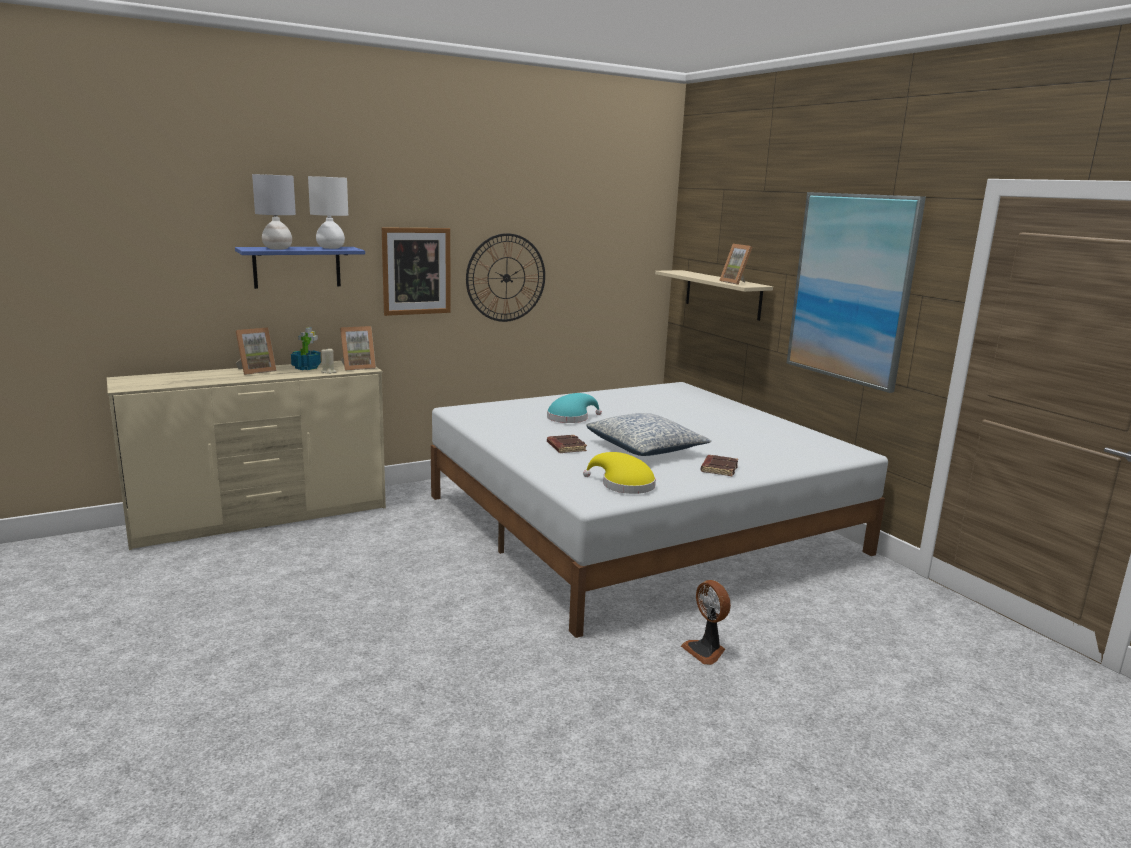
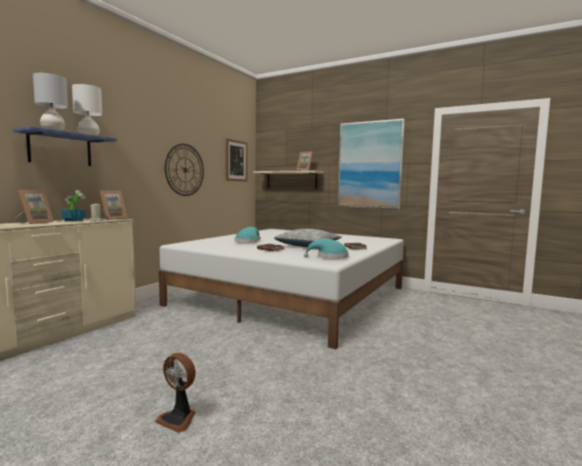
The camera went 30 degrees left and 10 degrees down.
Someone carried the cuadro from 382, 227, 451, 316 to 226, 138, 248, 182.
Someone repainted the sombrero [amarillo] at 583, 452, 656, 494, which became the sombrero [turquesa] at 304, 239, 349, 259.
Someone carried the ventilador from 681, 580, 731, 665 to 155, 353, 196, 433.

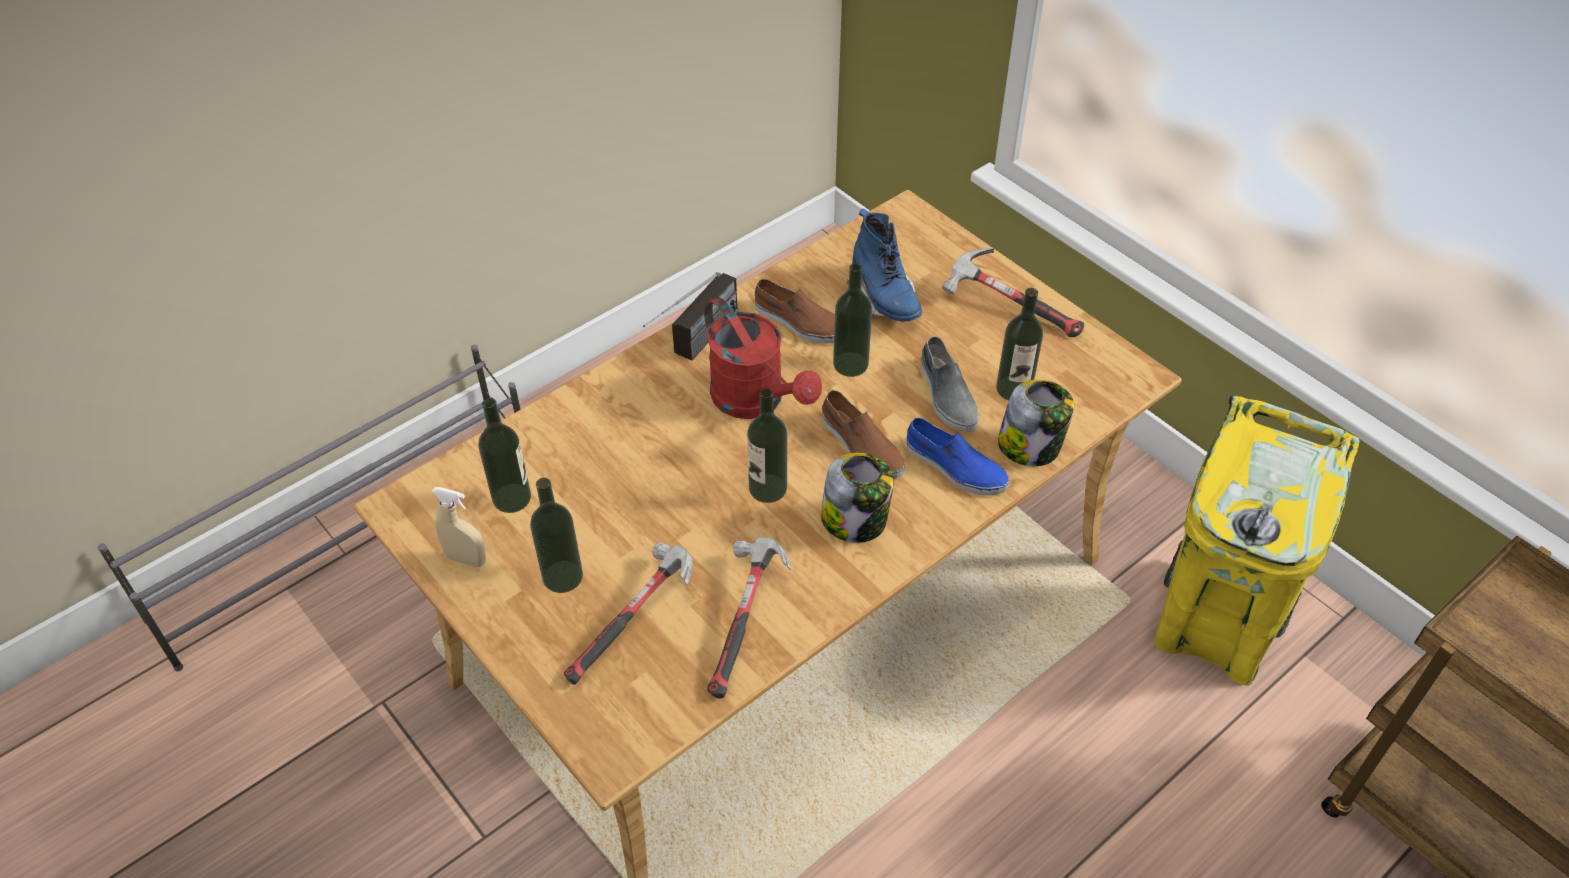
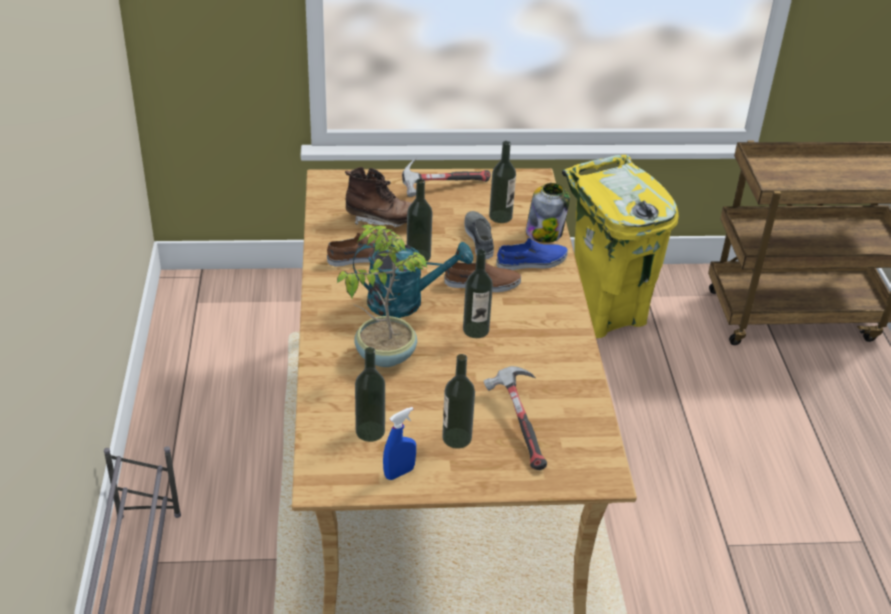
The camera went 55 degrees left and 10 degrees down.
Someone repainted the bota [azul] at 847, 209, 922, 322, which became the bota [marrón] at 345, 167, 412, 228.
Someone took away the radio at 643, 272, 739, 361.
Someone repainted the regadera [rojo] at 704, 297, 822, 419, which became the regadera [turquesa] at 353, 242, 473, 318.
Someone rotated the zapato [gris] at 921, 336, 979, 432 by 120 degrees counterclockwise.
Someone took away the tarro at 821, 453, 894, 543.
Someone repainted the pulverizador [beis] at 432, 487, 486, 567, which became the pulverizador [azul] at 383, 407, 416, 480.
Someone took away the martillo at 707, 537, 791, 699.
Someone put down the planta en maceta at 337, 225, 427, 367.

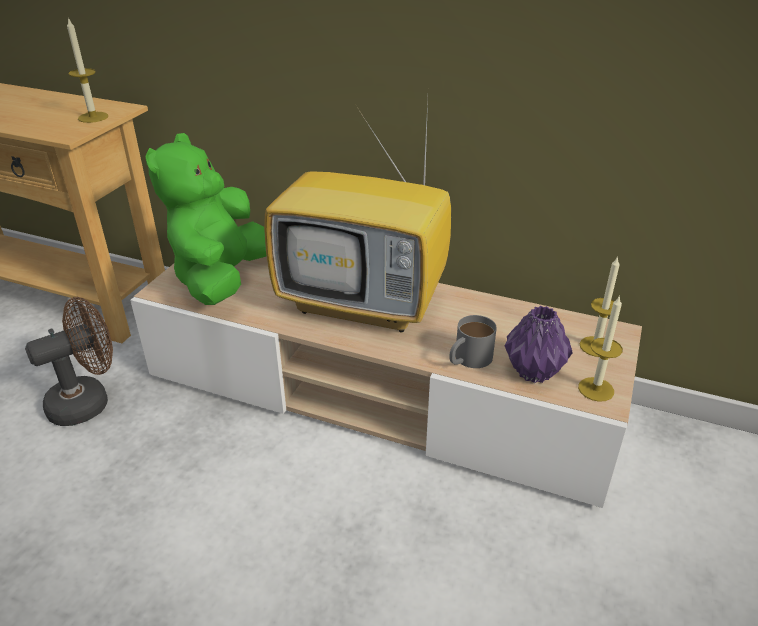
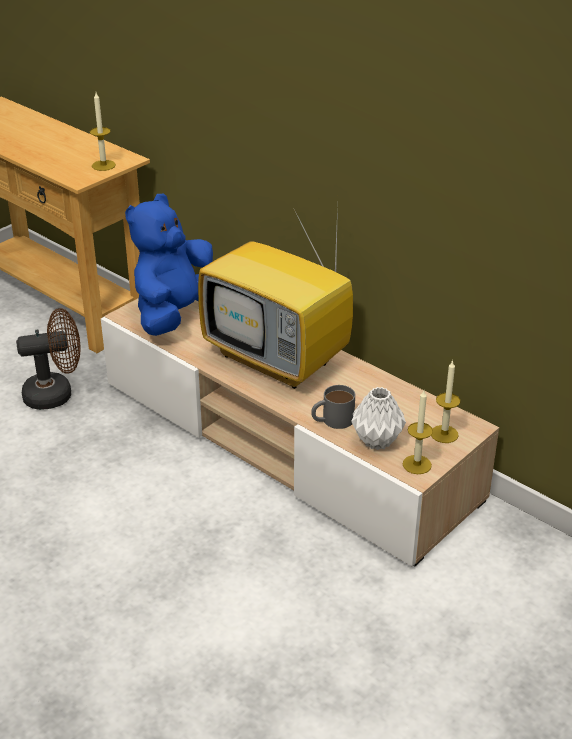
The camera went 20 degrees right and 0 degrees up.
Someone repainted the peluche [verde] at 145, 133, 267, 305, which became the peluche [azul] at 125, 194, 213, 336.
Someone repainted the florero [morado] at 505, 306, 573, 383, which became the florero [blanco] at 351, 387, 406, 450.

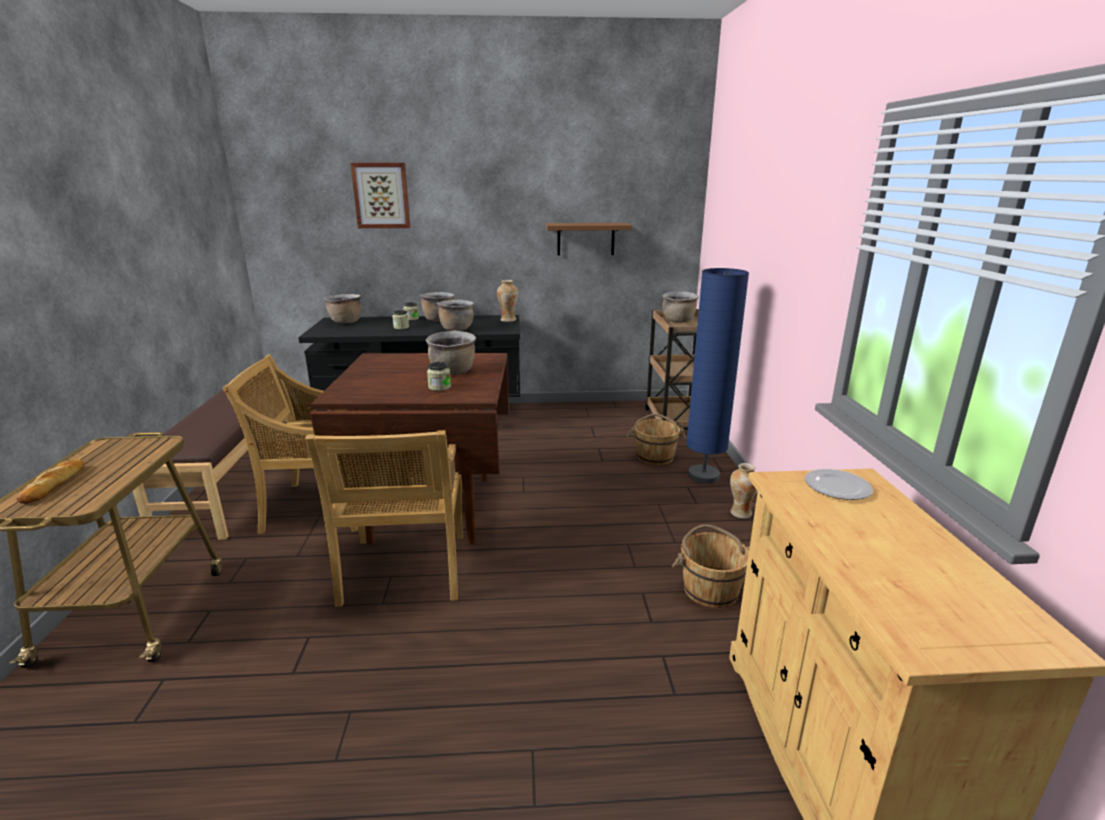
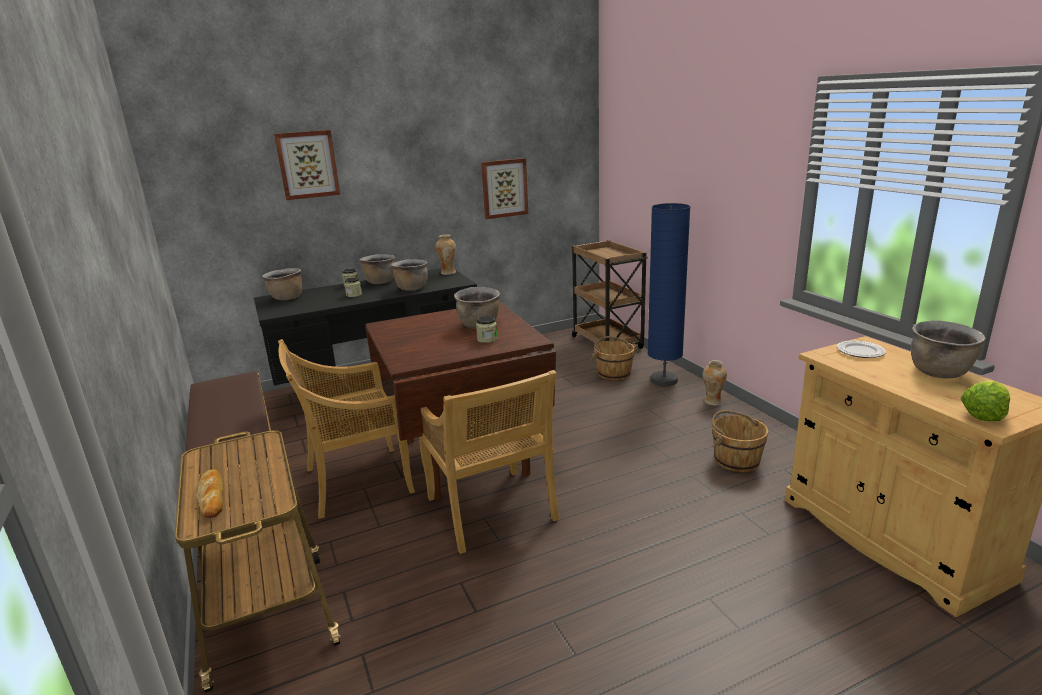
The camera went 20 degrees left and 0 degrees up.
Someone swapped the estante [marrón] at 546, 223, 632, 256 for the cuadro at 481, 158, 528, 219.
Someone carried the olla [marrón] from 662, 292, 699, 323 to 911, 320, 985, 379.
Someone put down the lechuga at 960, 381, 1010, 421.

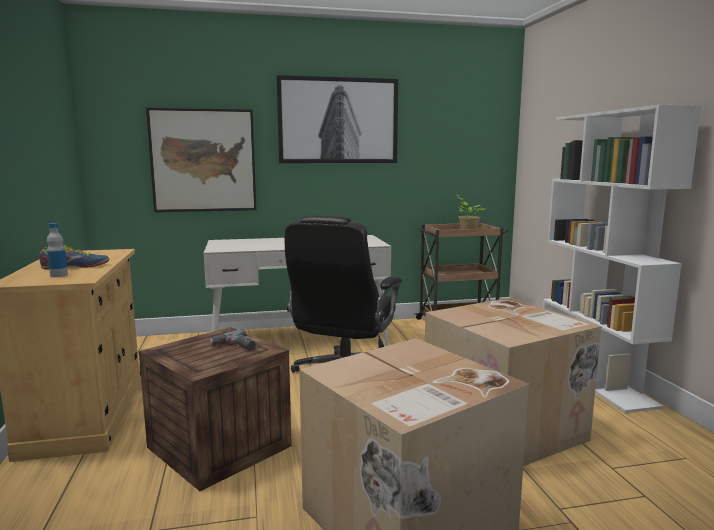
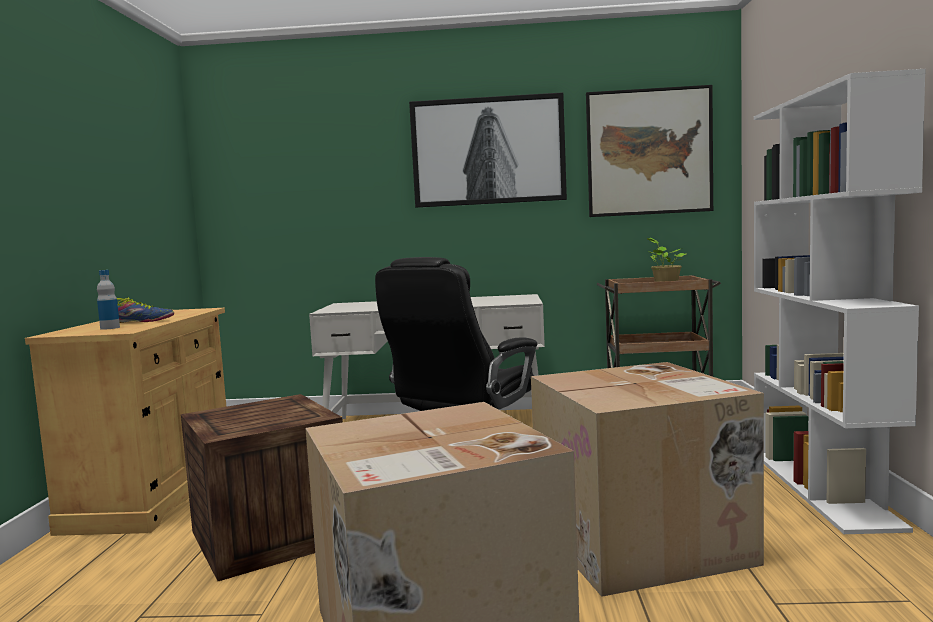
The camera went 15 degrees right and 5 degrees down.
Someone carried the cuadro from 146, 108, 256, 212 to 586, 85, 713, 217.
Someone took away the taladro at 209, 329, 256, 350.

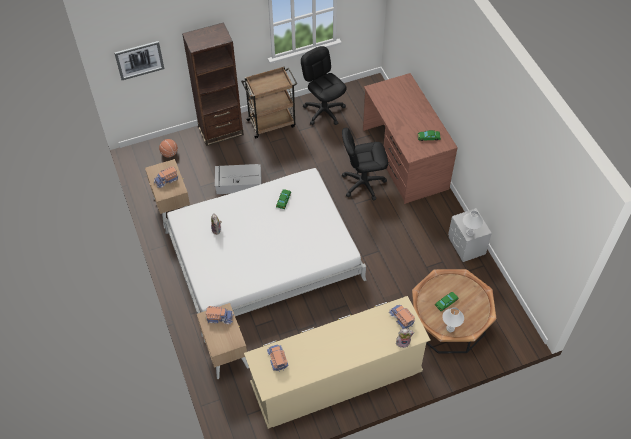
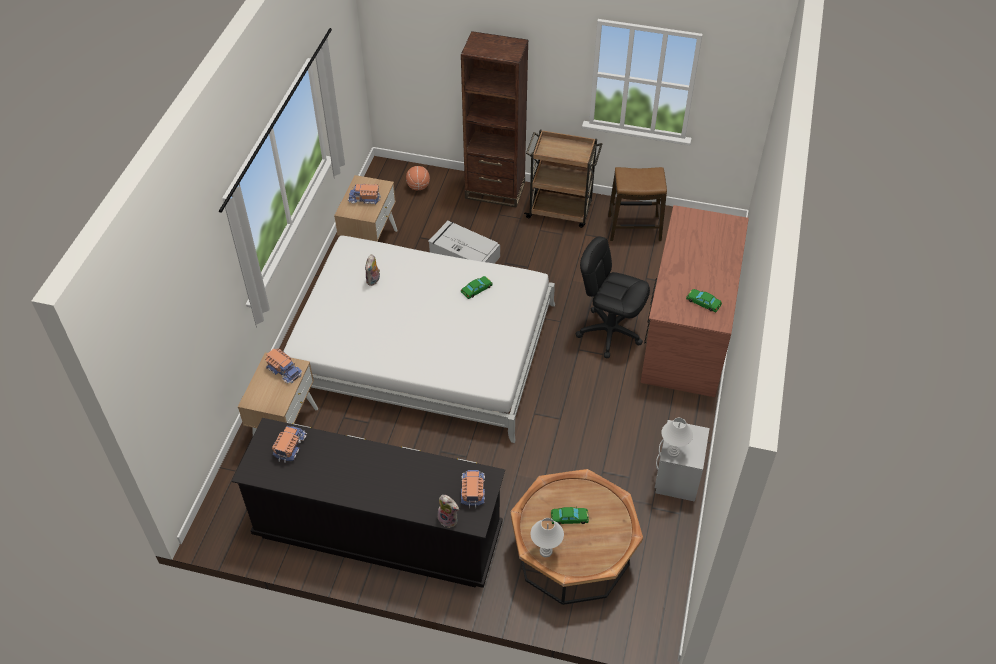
The camera went 35 degrees right and 5 degrees down.
Someone took away the cuadro at 114, 41, 164, 80.
Someone swapped the silla de oficina [negro] at 301, 46, 347, 125 for the taburete at 608, 167, 667, 241.
Someone repainted the cómoda [beis] at 244, 296, 430, 429, which became the cómoda [negro] at 232, 418, 505, 588.

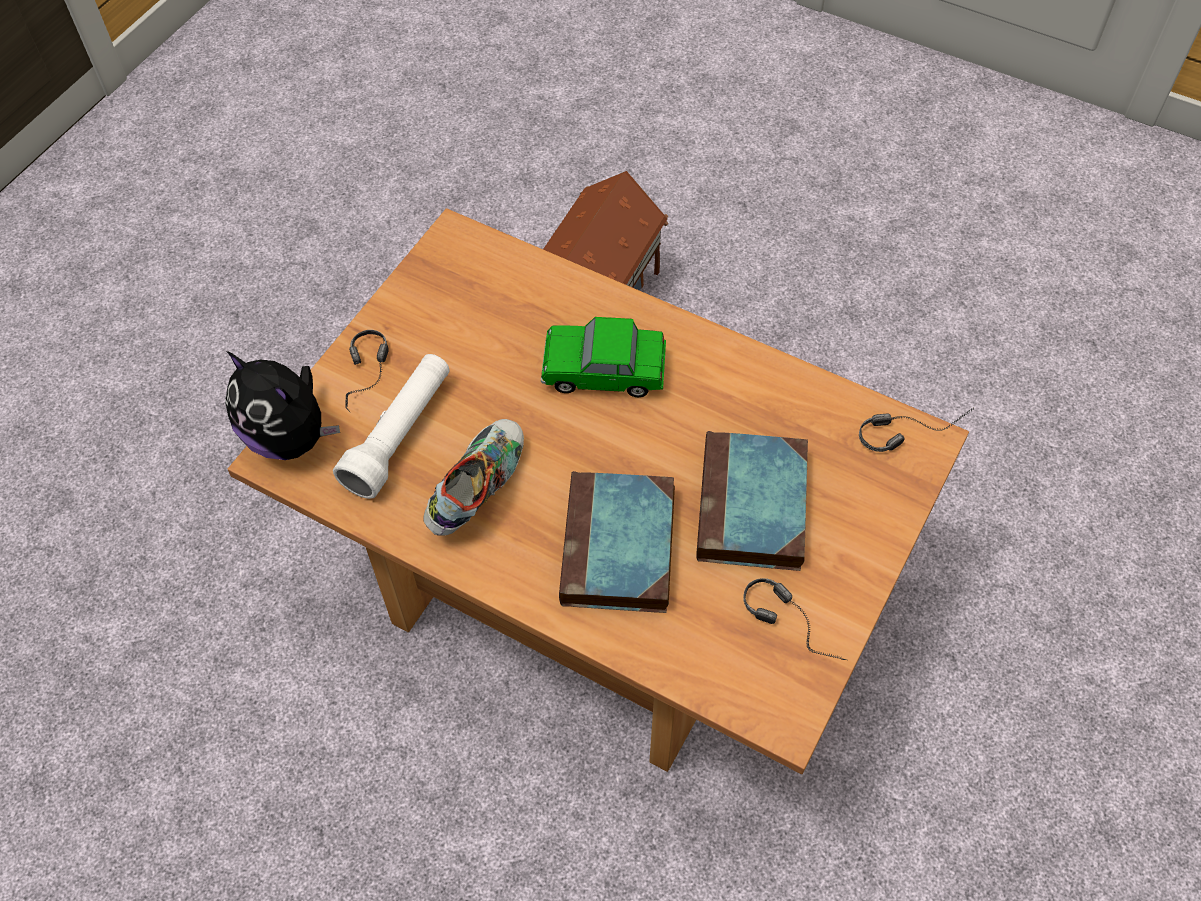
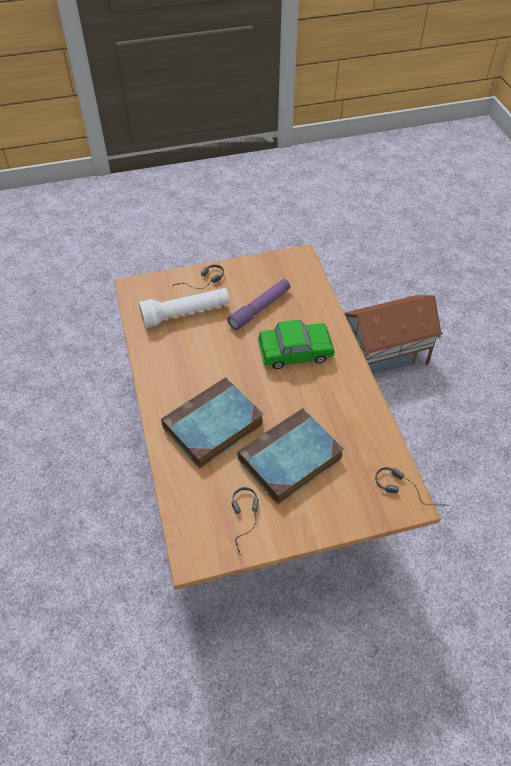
The camera went 45 degrees right and 5 degrees down.
Someone rotated the coche de juguete at 541, 317, 666, 397 by 120 degrees clockwise.
Someone took away the peluche at 225, 351, 340, 460.
Someone took away the zapato at 423, 419, 524, 535.
Someone put down the linterna [morado] at 227, 279, 291, 331.

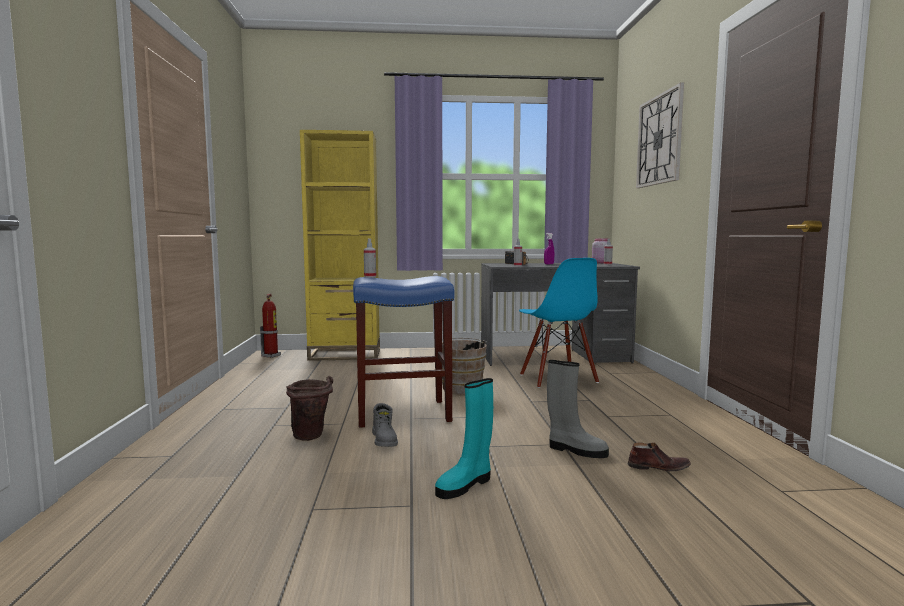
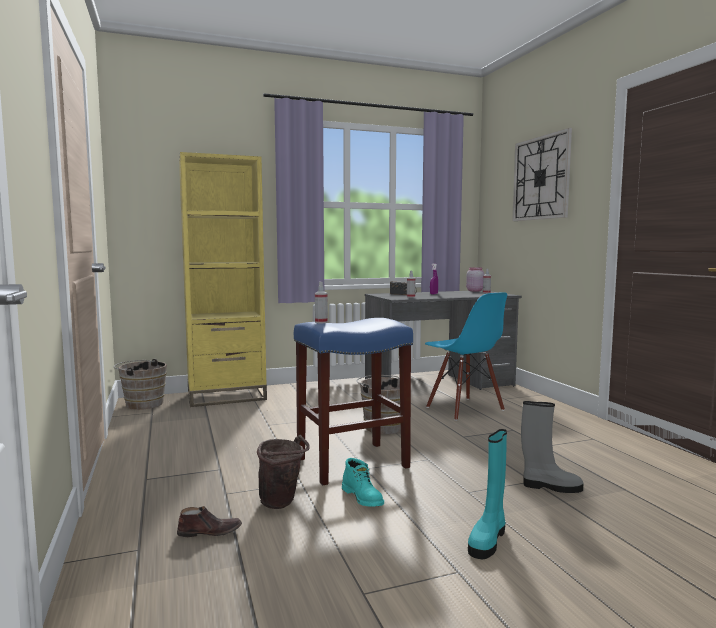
The camera went 15 degrees left and 0 degrees up.
Someone swapped the extintor at 260, 293, 281, 358 for the cubo [marrón] at 113, 359, 167, 410.
Someone repainted the bota [gris] at 372, 403, 398, 447, which became the bota [turquesa] at 342, 458, 384, 507.
Someone carried the zapato [marrón] from 628, 442, 691, 471 to 177, 506, 242, 537.

